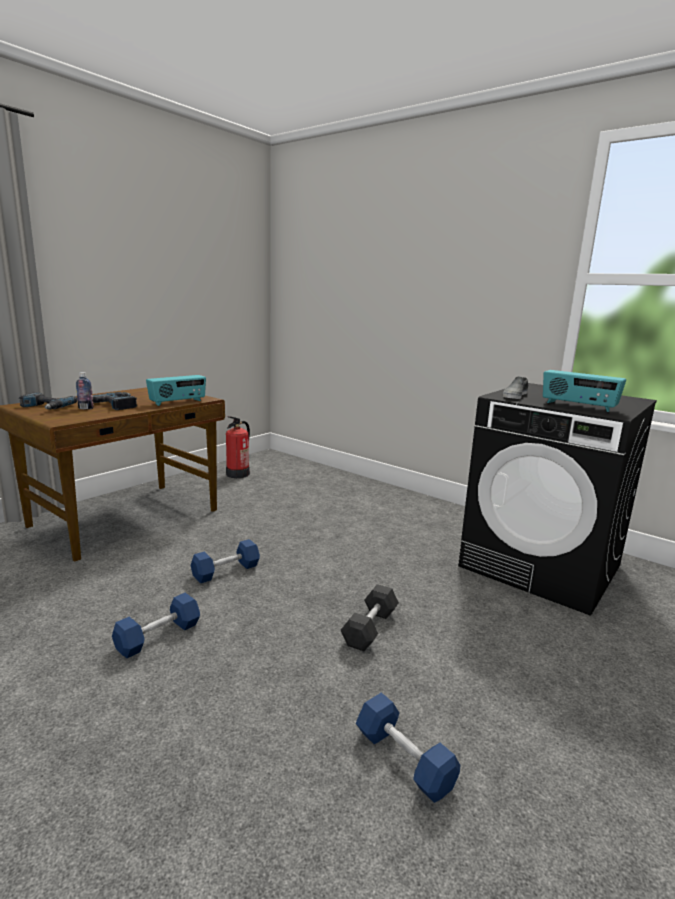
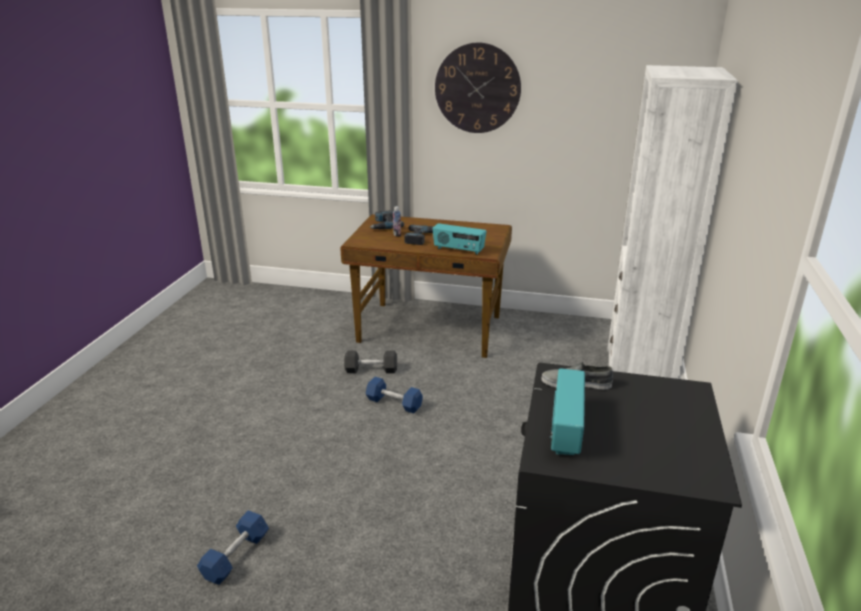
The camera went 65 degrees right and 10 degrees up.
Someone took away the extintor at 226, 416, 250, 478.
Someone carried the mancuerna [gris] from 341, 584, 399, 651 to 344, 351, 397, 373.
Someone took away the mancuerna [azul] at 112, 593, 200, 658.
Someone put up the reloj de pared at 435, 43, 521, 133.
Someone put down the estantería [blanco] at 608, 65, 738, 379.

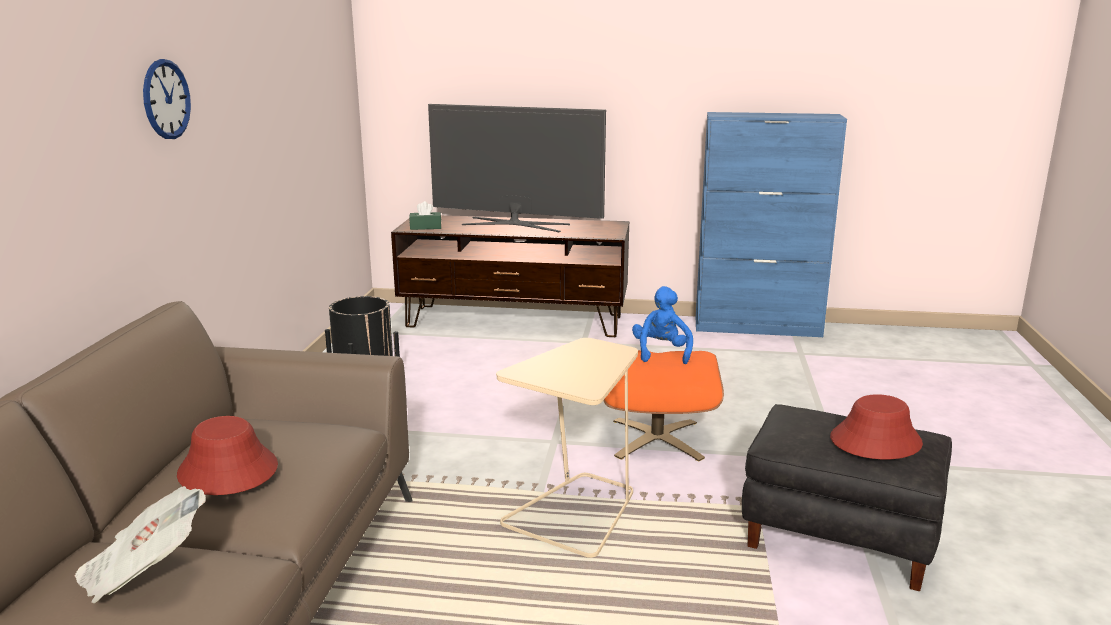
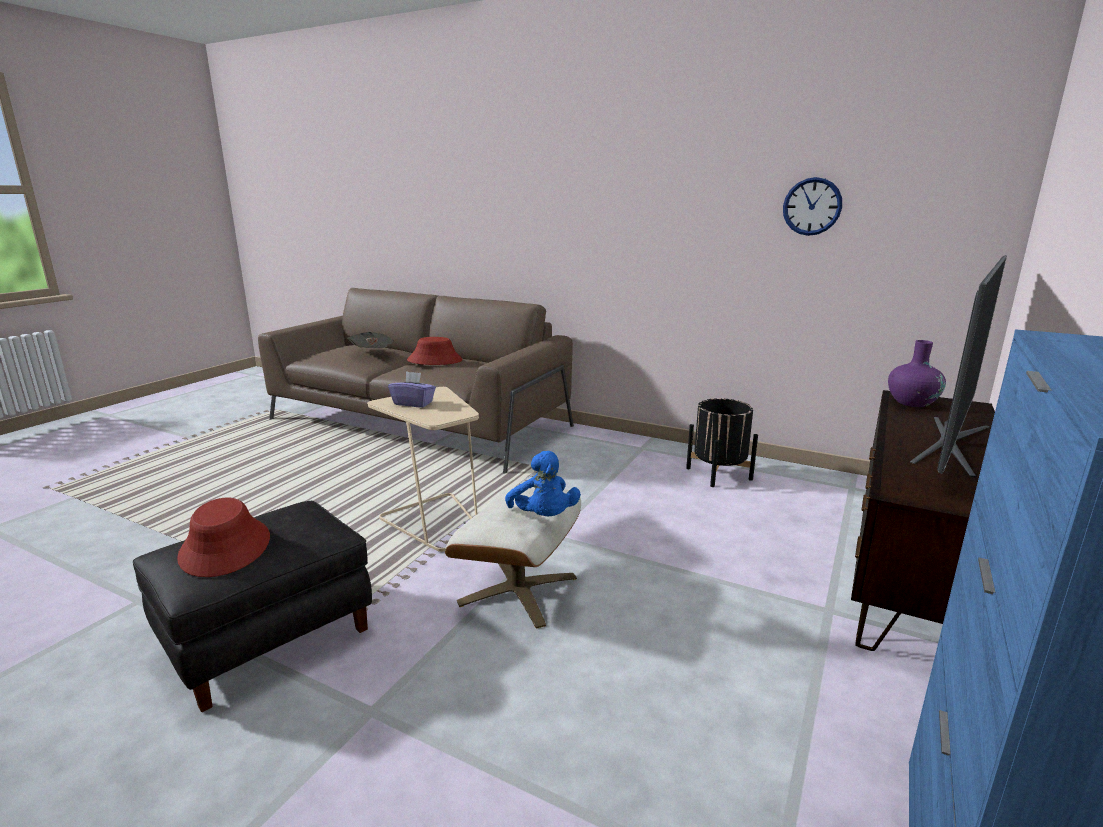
The camera went 110 degrees right and 0 degrees up.
Someone carried the reloj de pared from 143, 59, 191, 139 to 783, 177, 842, 236.
Someone swapped the caja de pañuelos [verde] at 409, 201, 441, 230 for the florero [morado] at 888, 340, 946, 407.
Someone rotated the peluche [azul] at 632, 286, 693, 364 by 45 degrees clockwise.
Someone repainted the puf [naranja] at 603, 350, 724, 461, which became the puf [beis] at 445, 487, 581, 629.
Someone put down the caja de pañuelos [morado] at 388, 371, 436, 408.

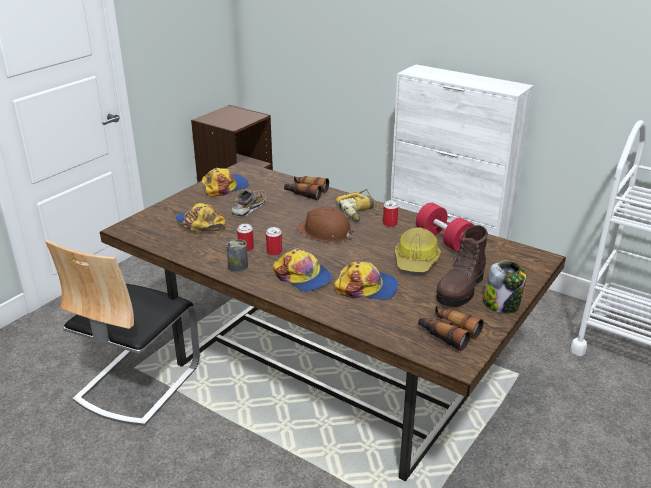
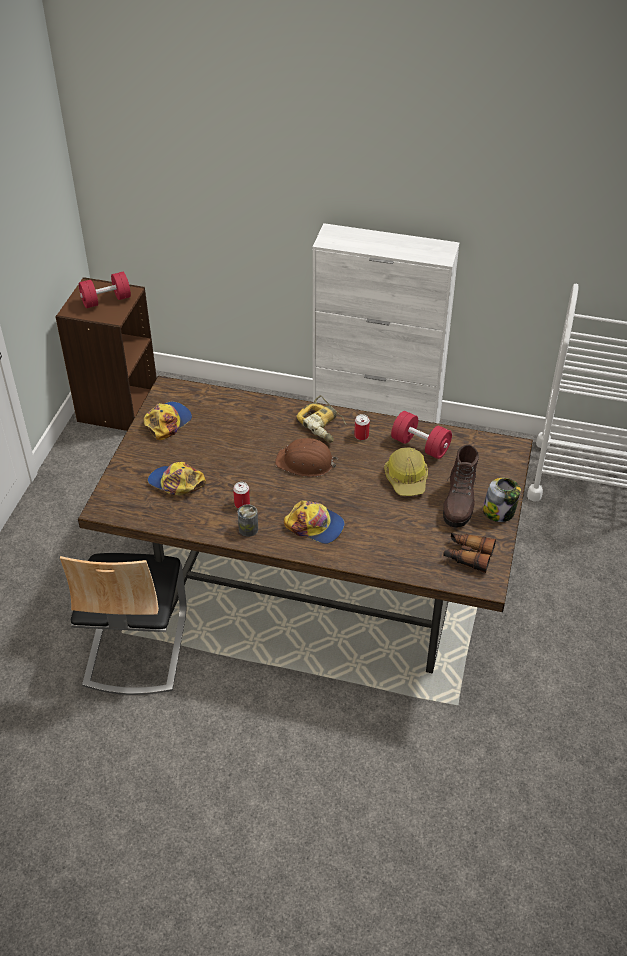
The camera went 20 degrees left and 15 degrees up.
Someone took away the prismáticos at 284, 176, 329, 200.
Someone took away the zapato at 232, 190, 266, 217.
Someone took away the lata at 266, 227, 282, 256.
Someone took away the gorra at 334, 261, 398, 301.
Someone put down the mancuerna [rojo] at 79, 272, 131, 308.

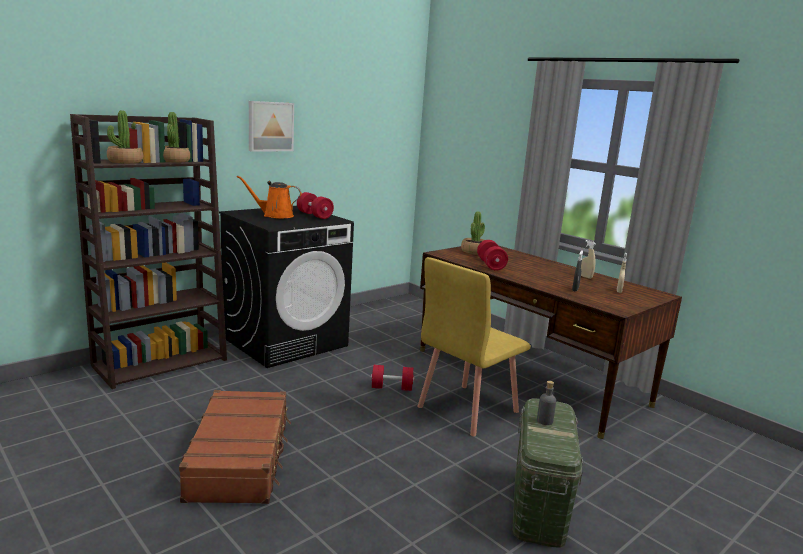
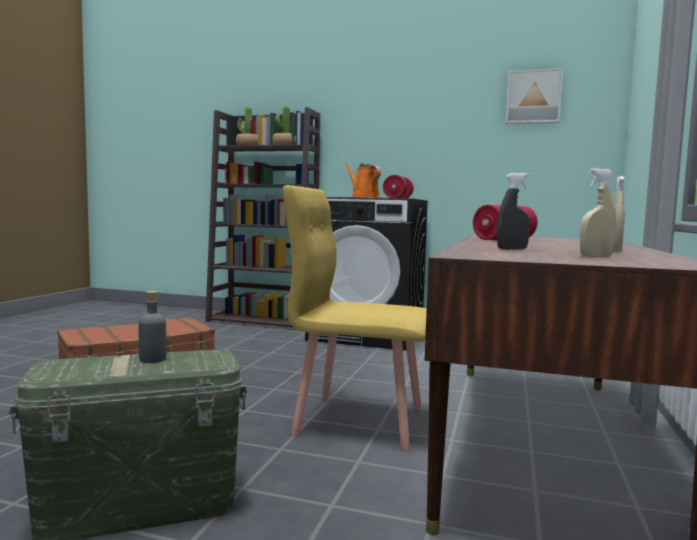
The camera went 60 degrees right and 10 degrees down.
Someone carried the cuadro from 249, 101, 294, 152 to 506, 68, 563, 124.
Someone took away the planta en maceta at 461, 212, 485, 255.
Someone took away the mancuerna [rojo] at 371, 365, 415, 391.

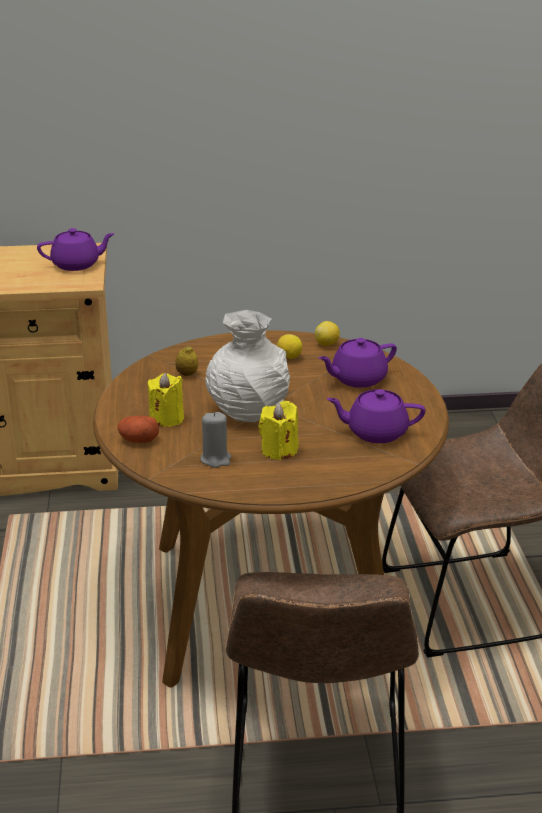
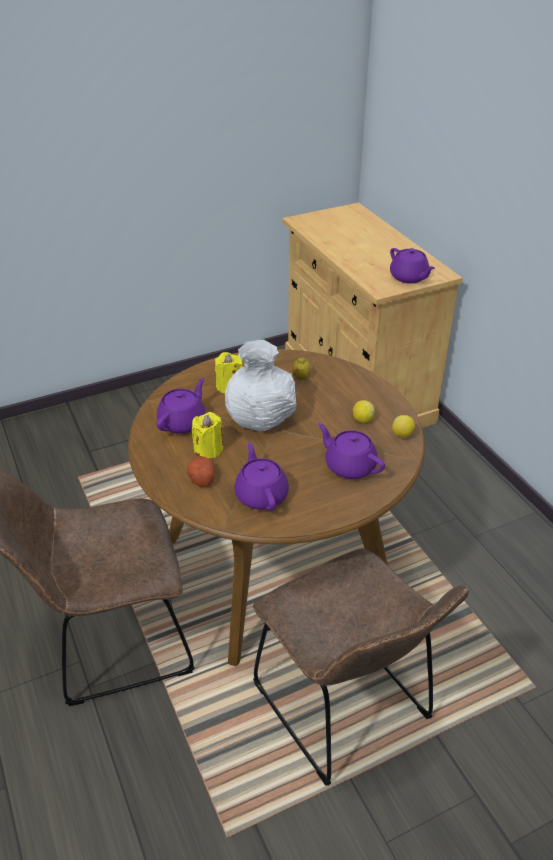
The camera went 70 degrees right and 10 degrees up.
Someone swapped the vela [gris] at 201, 412, 231, 468 for the tetera [morado] at 157, 378, 206, 434.
Someone carried the patata from 117, 416, 159, 443 to 187, 456, 215, 486.

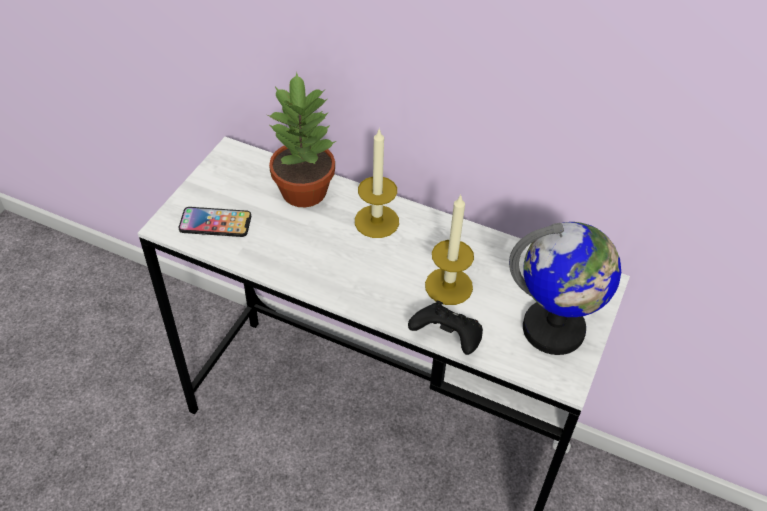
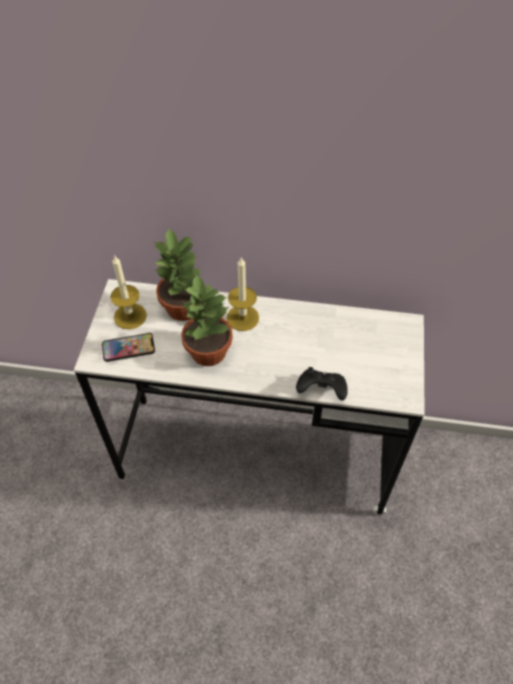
The camera went 15 degrees left and 5 degrees up.
Someone carried the vela from 425, 194, 474, 305 to 110, 255, 147, 329.
Someone took away the globo terráqueo at 509, 222, 621, 355.
Someone put down the planta en maceta at 181, 274, 233, 366.

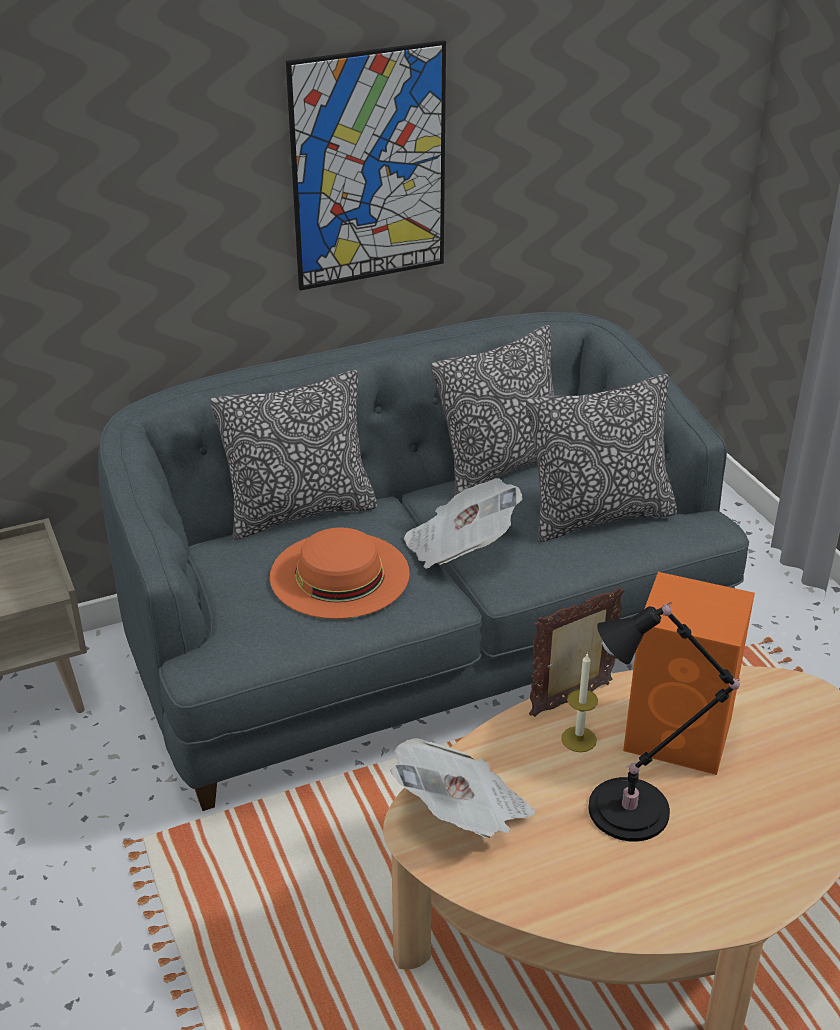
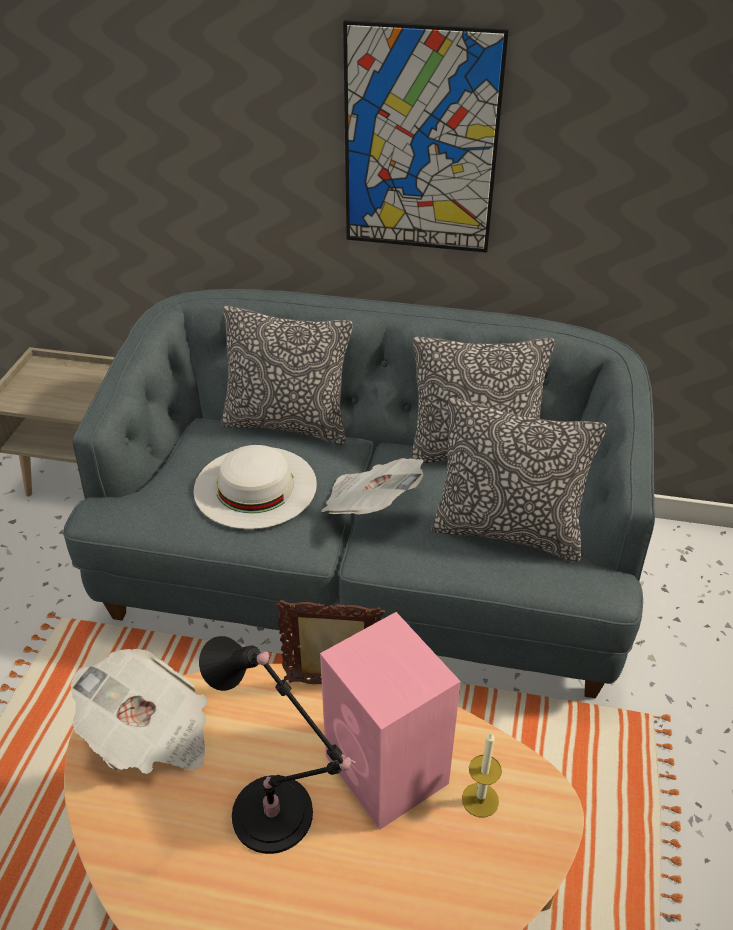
The camera went 35 degrees right and 5 degrees up.
Someone repainted the sombrero [naranja] at 270, 528, 410, 619, which became the sombrero [blanco] at 194, 445, 317, 529.
Someone repainted the altavoz [naranja] at 623, 572, 755, 775, which became the altavoz [rosa] at 320, 612, 461, 830.
Someone carried the vela from 561, 654, 598, 752 to 462, 733, 502, 817.

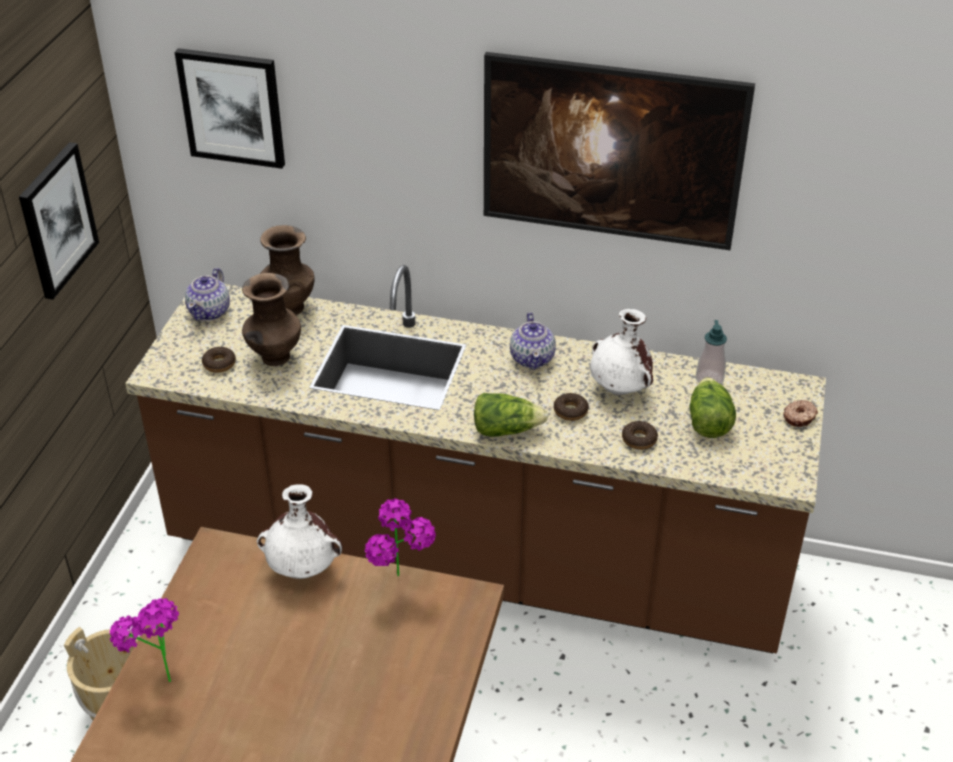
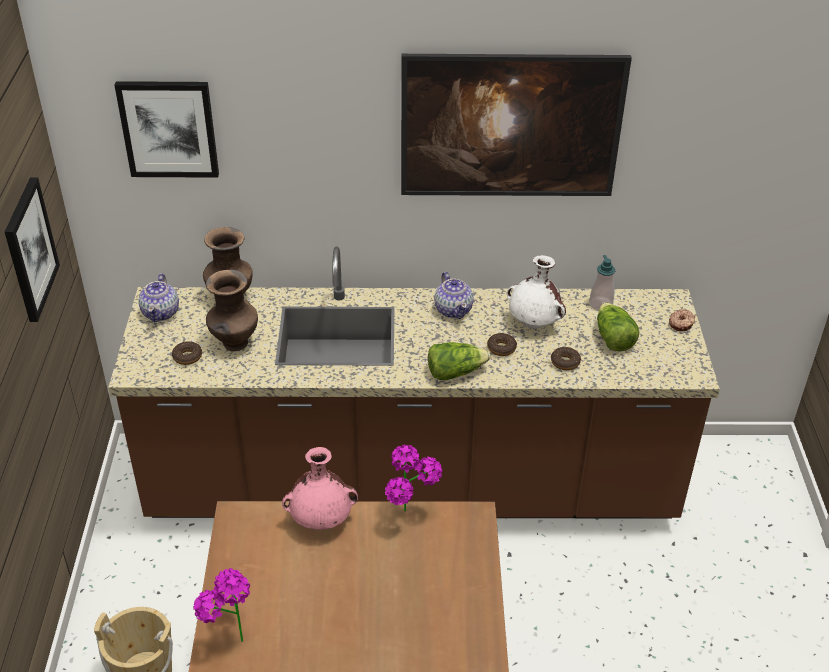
The camera went 15 degrees left and 0 degrees up.
Someone repainted the florero [blanco] at 257, 484, 342, 579, which became the florero [rosa] at 282, 447, 358, 530.

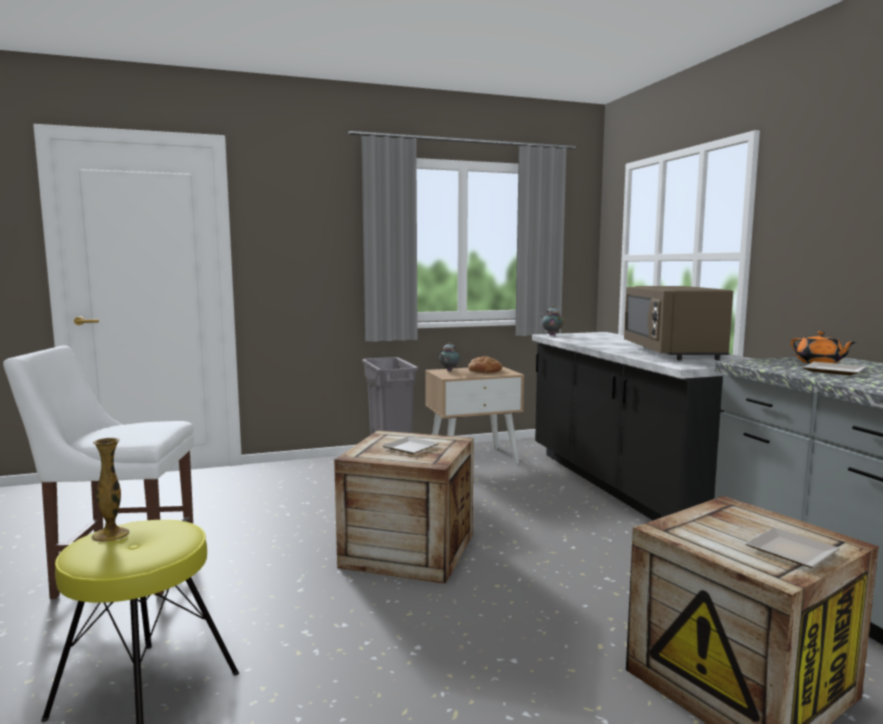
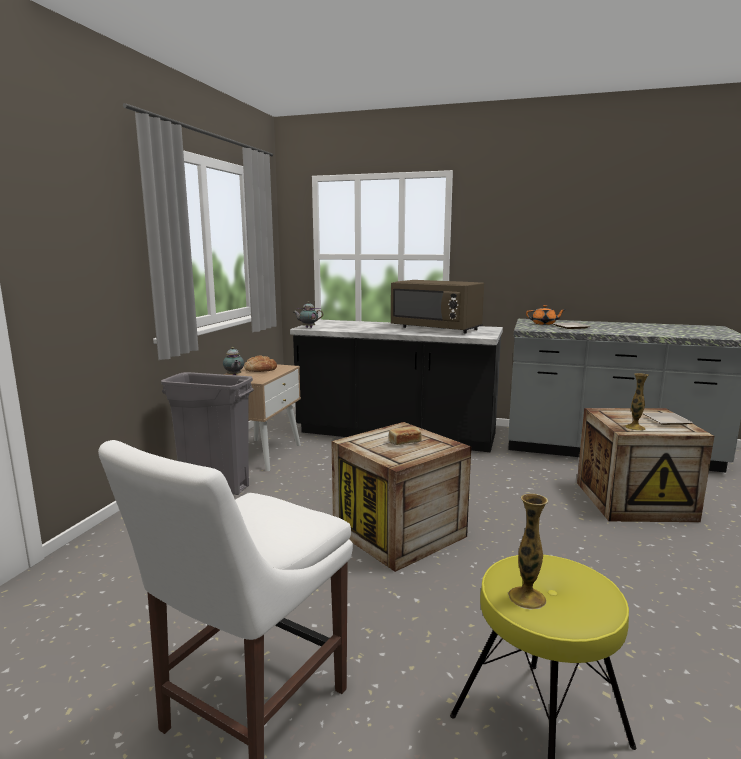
The camera went 55 degrees left and 5 degrees up.
Someone swapped the plato at 383, 437, 439, 454 for the pan at 389, 426, 421, 445.
Someone put down the florero at 625, 373, 649, 431.

